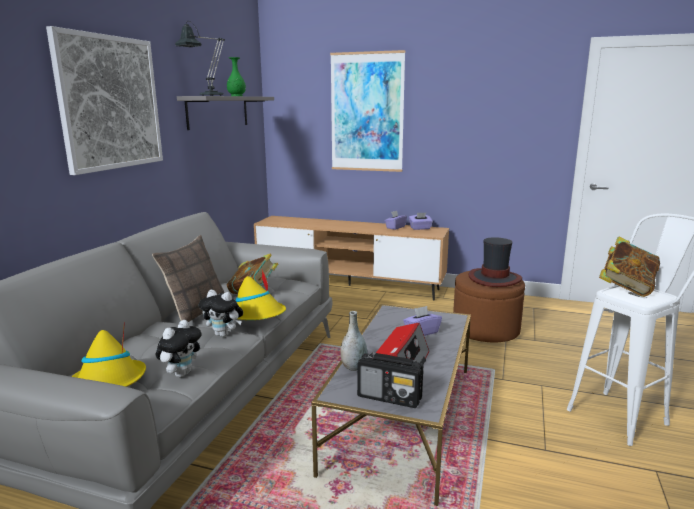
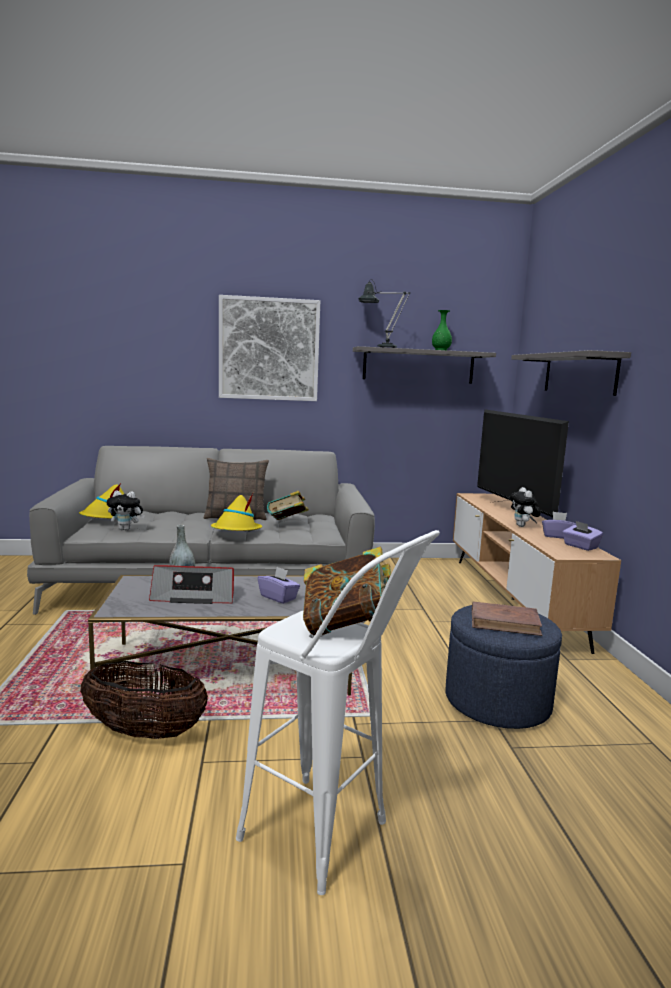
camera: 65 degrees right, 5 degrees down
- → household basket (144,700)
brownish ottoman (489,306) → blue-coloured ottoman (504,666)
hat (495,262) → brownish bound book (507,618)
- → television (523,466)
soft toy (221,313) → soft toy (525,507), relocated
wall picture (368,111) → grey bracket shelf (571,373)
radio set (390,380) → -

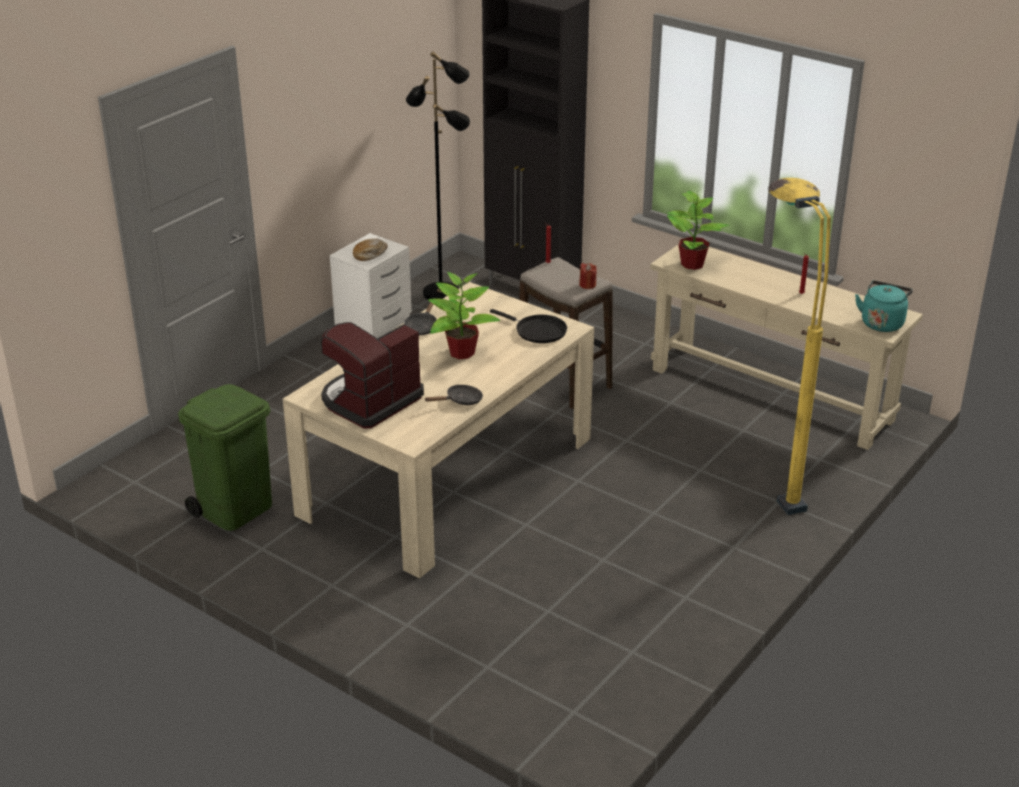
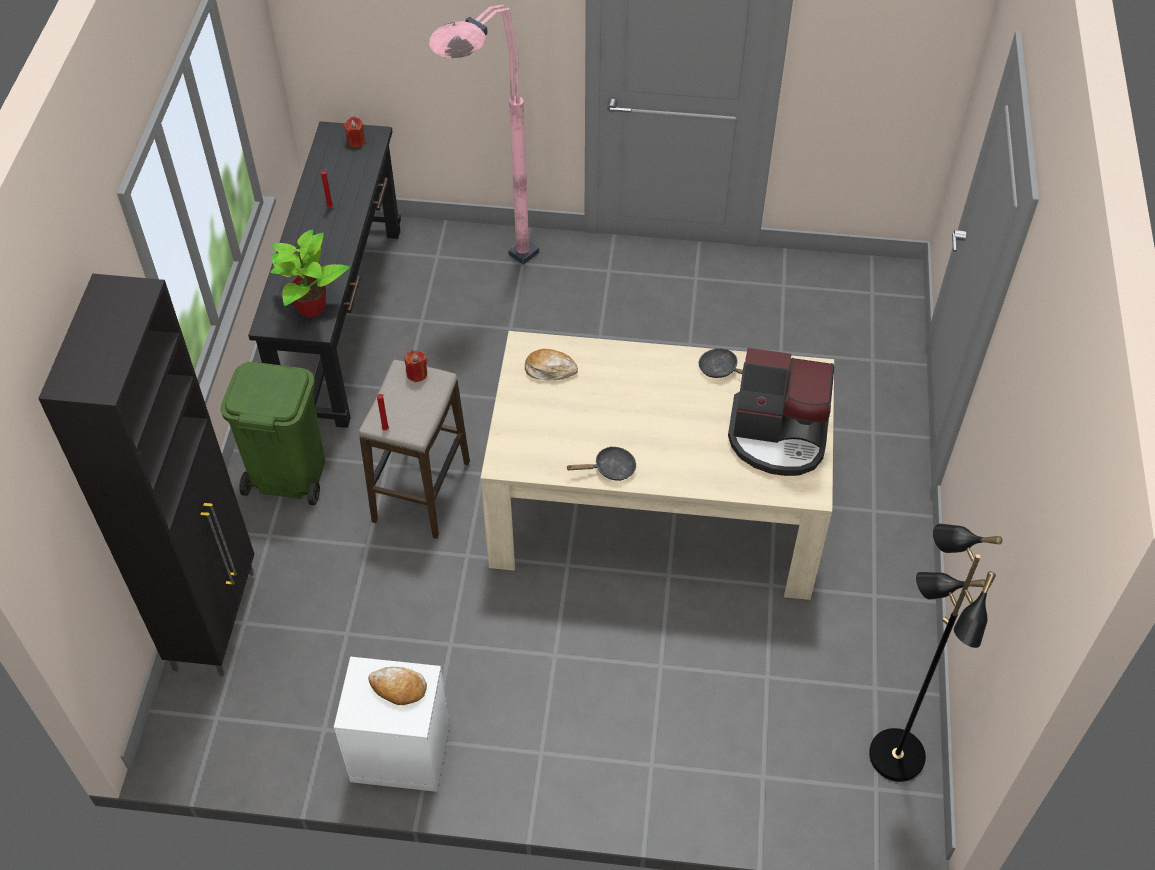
camera: 120 degrees left, 20 degrees up
greenish waste bin (225,457) → greenish waste bin (272,433), relocated
beige-coloured console table (786,347) → black-coloured console table (324,274)
turquoise-coloured kettle (884,306) → reddish wax light (354,131)
yellow-coloured standard lamp (799,346) → pink-coloured standard lamp (484,134)
black-coloured frying pan (528,326) → baked bread (551,364)
black-coloured standard lamp (438,176) → black-coloured standard lamp (935,653), relocated
potted plant (464,315) → -

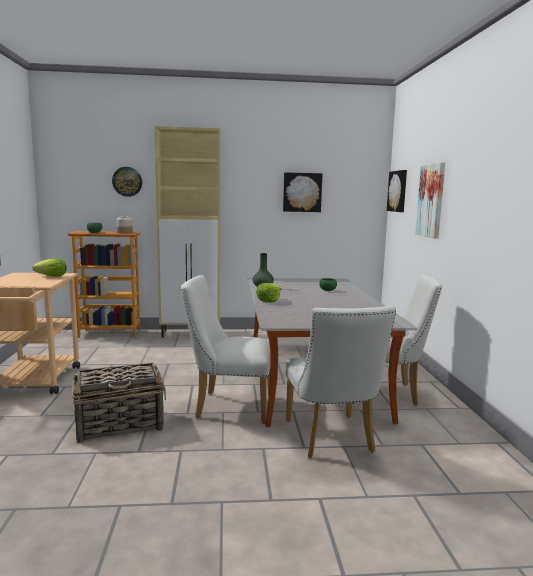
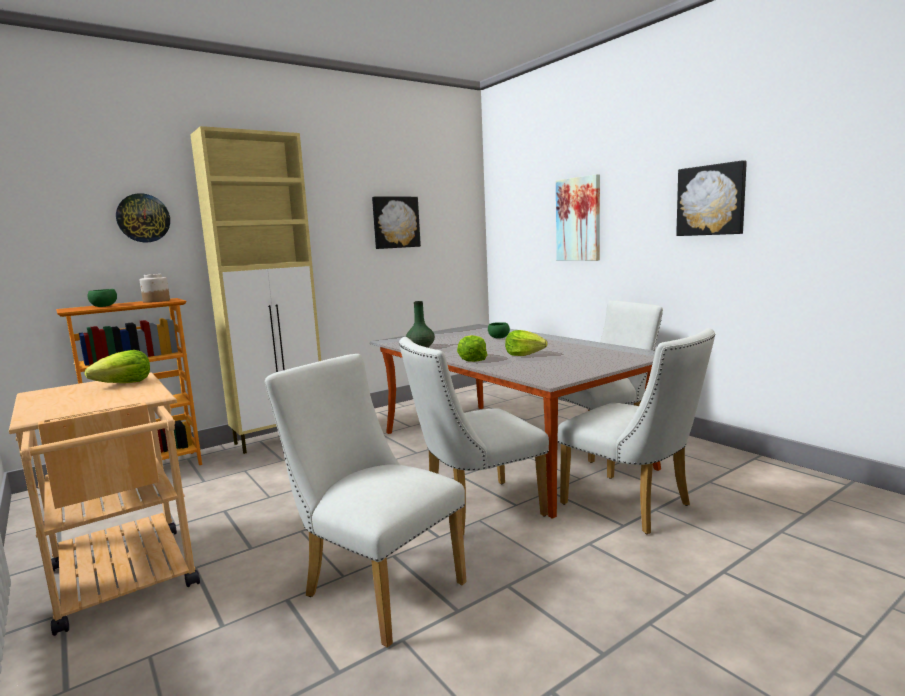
camera: 30 degrees left, 0 degrees up
household basket (119,403) → whitish chair (366,501)
- → lettuce (526,343)
wall picture (397,191) → wall picture (711,198), relocated

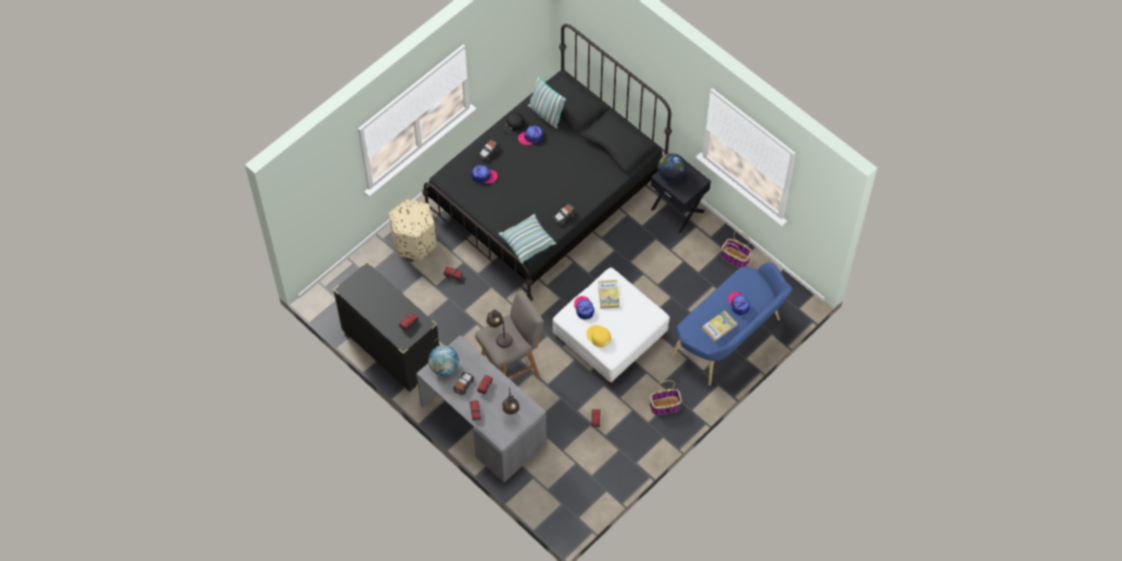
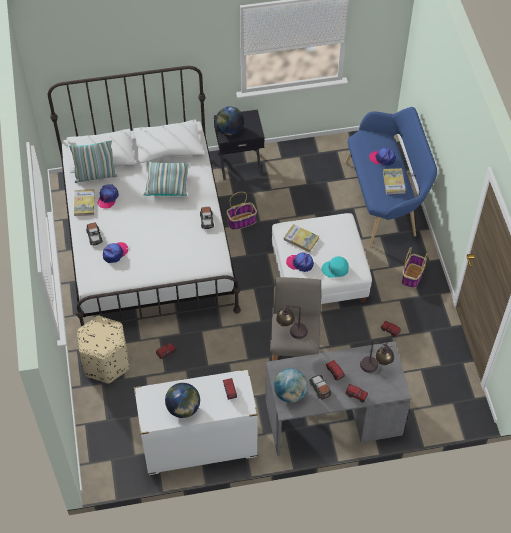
camera: 55 degrees left, 5 degrees down
black-coloured bed (547,162) → whitish bed (144,196)
black-coloured peaked cap (513,123) → bound book (84,202)
black-coloured dresser (386,327) → whitish dresser (196,422)
pillow (527,239) → pillow (167,178), relocated
- → world globe (182,400)
household basket (736,249) → household basket (242,211), relocated
yellow-coloured peaked cap (598,336) → turquoise-coloured peaked cap (335,267)

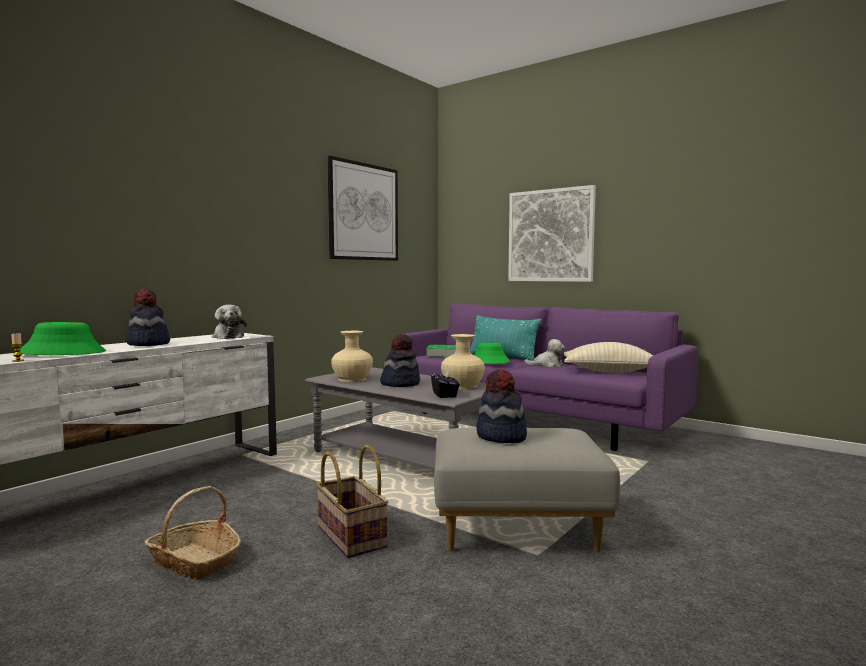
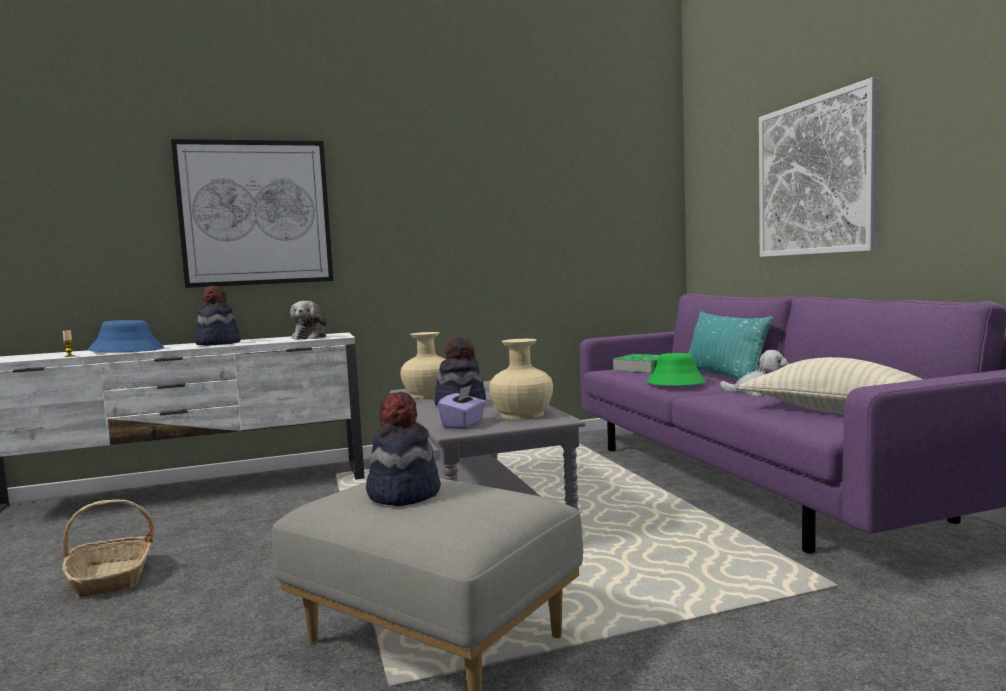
camera: 35 degrees right, 0 degrees up
greenish hat (63,338) → blue-coloured hat (125,336)
wall picture (362,208) → wall picture (252,213), relocated
black-coloured tissue box (445,382) → purple tissue box (461,407)
household basket (352,501) → -

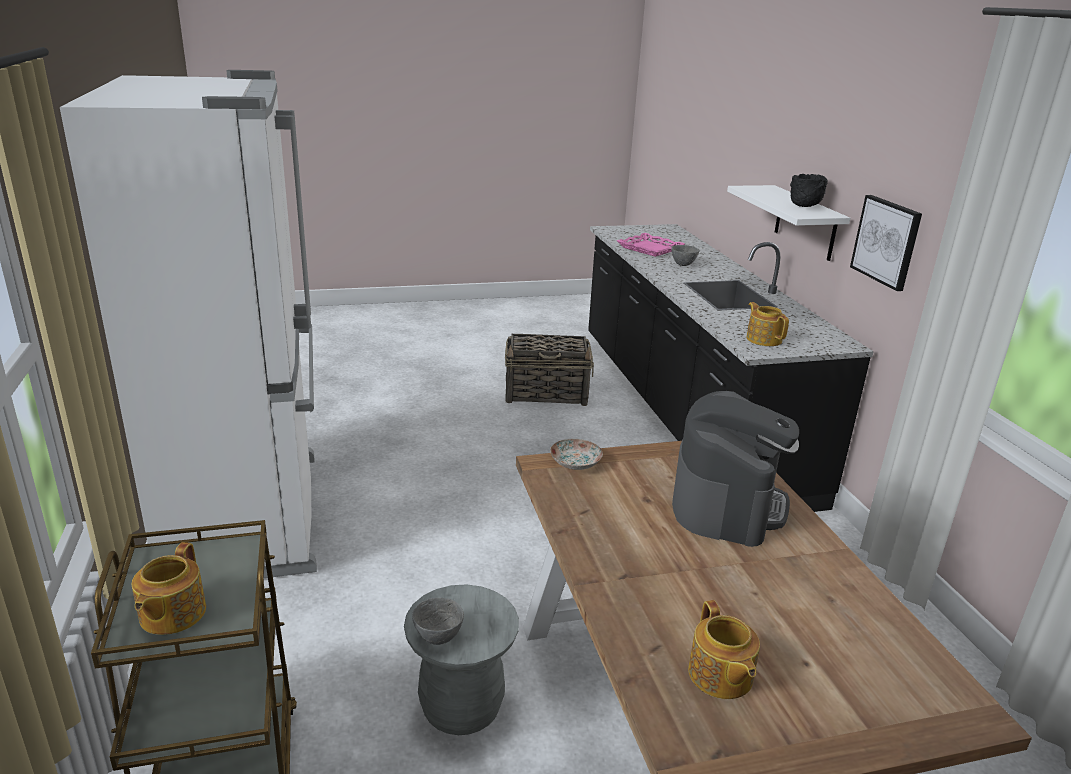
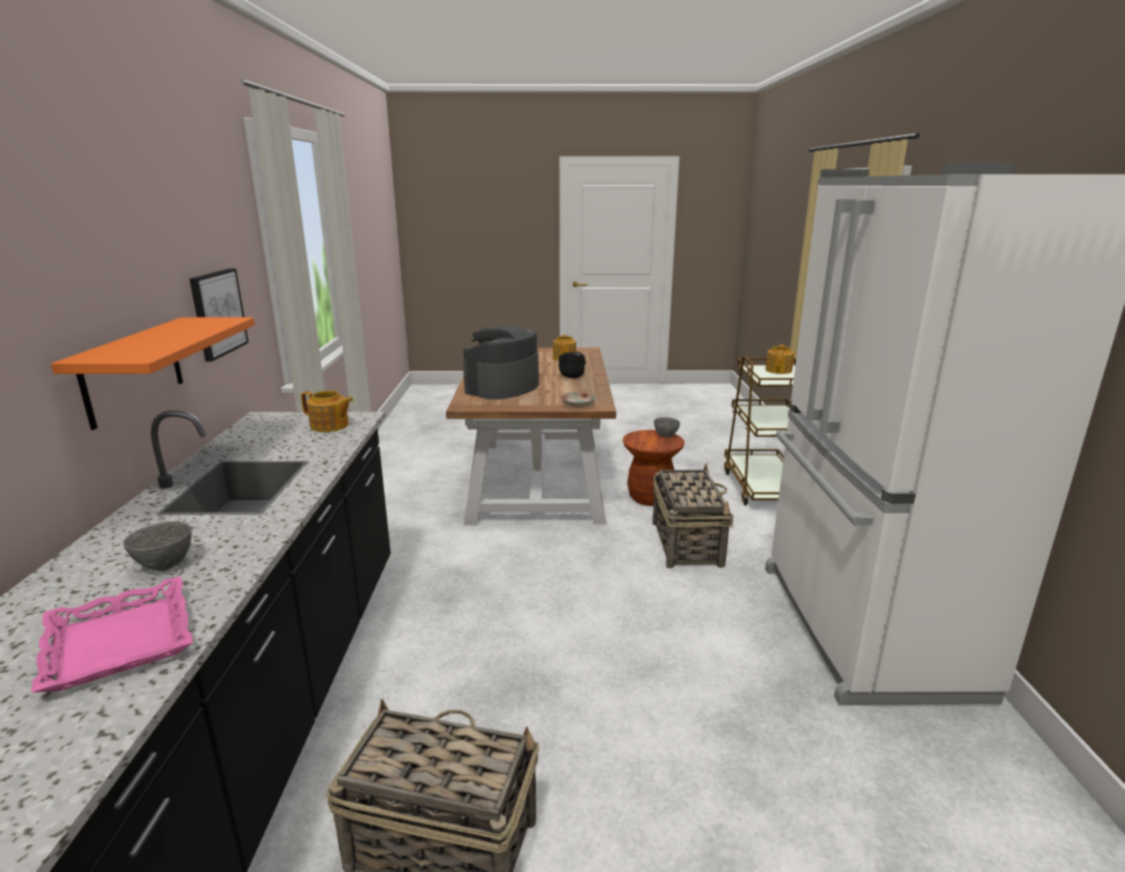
camera: 165 degrees left, 5 degrees down
whitish bracket shelf (788,223) → orange bracket shelf (153,373)
pot for tea (768,324) → pot for tea (327,411), 60 degrees counterclockwise
black-coloured bowl (809,190) → black-coloured bowl (572,365), relocated
grey sitting stool (461,659) → brownish sitting stool (654,468)
- → household basket (693,515)

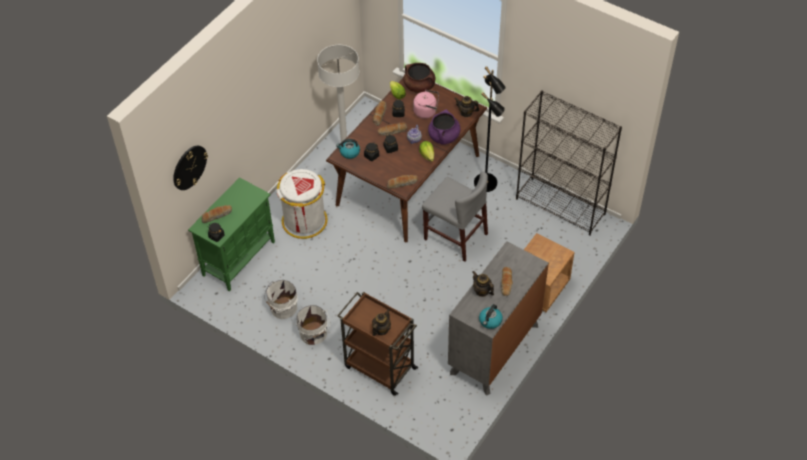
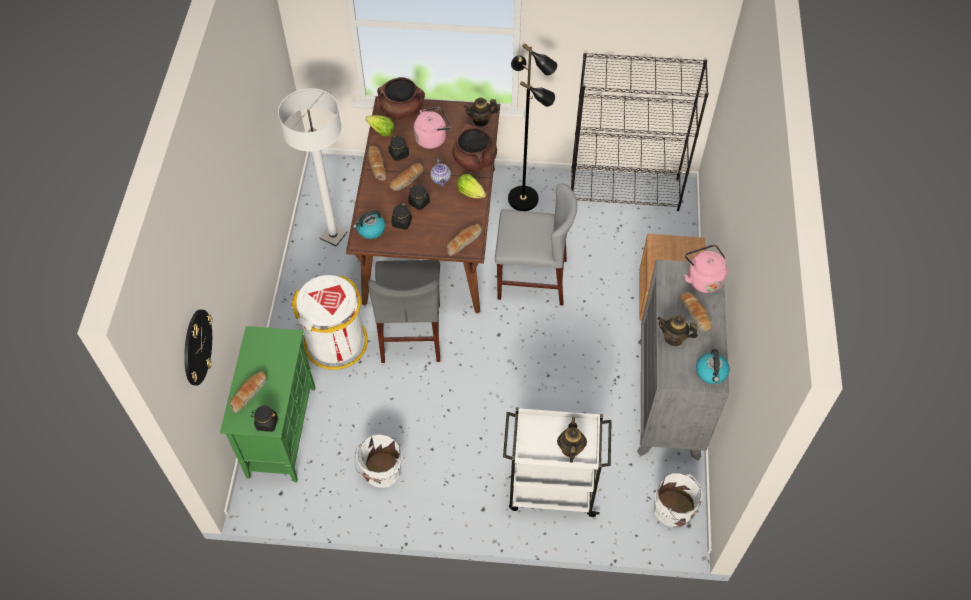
camera: 30 degrees left, 5 degrees up
- → grey chair (404,311)
purple stockpot (444,127) → brownish stockpot (474,148)
brownish trolley (378,343) → whitish trolley (557,462)
whitish water bucket (313,325) → whitish water bucket (678,500), relocated
- → pink-coloured kettle (705,268)

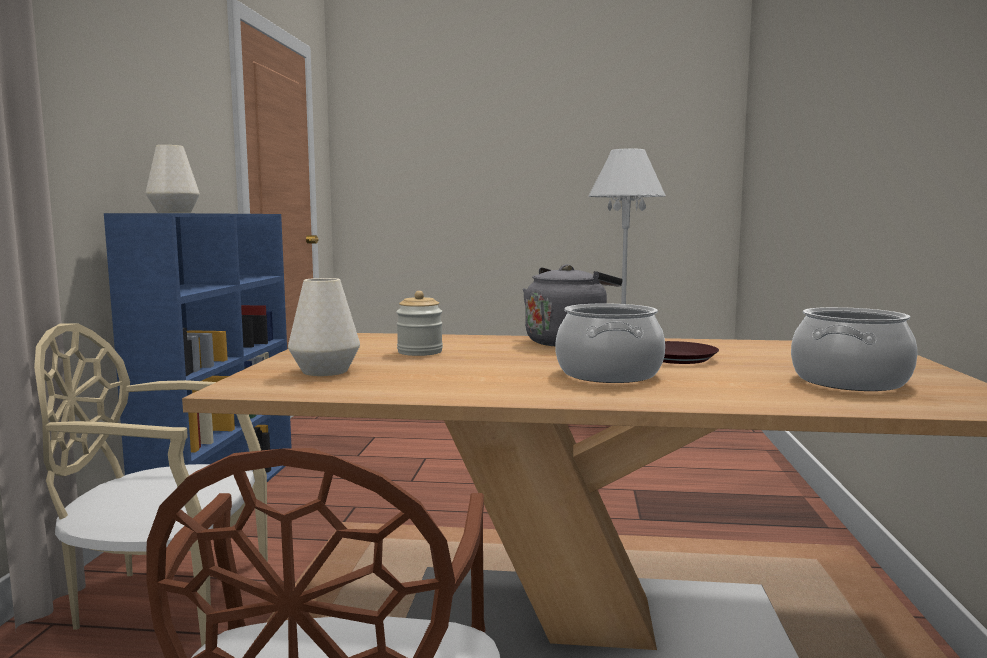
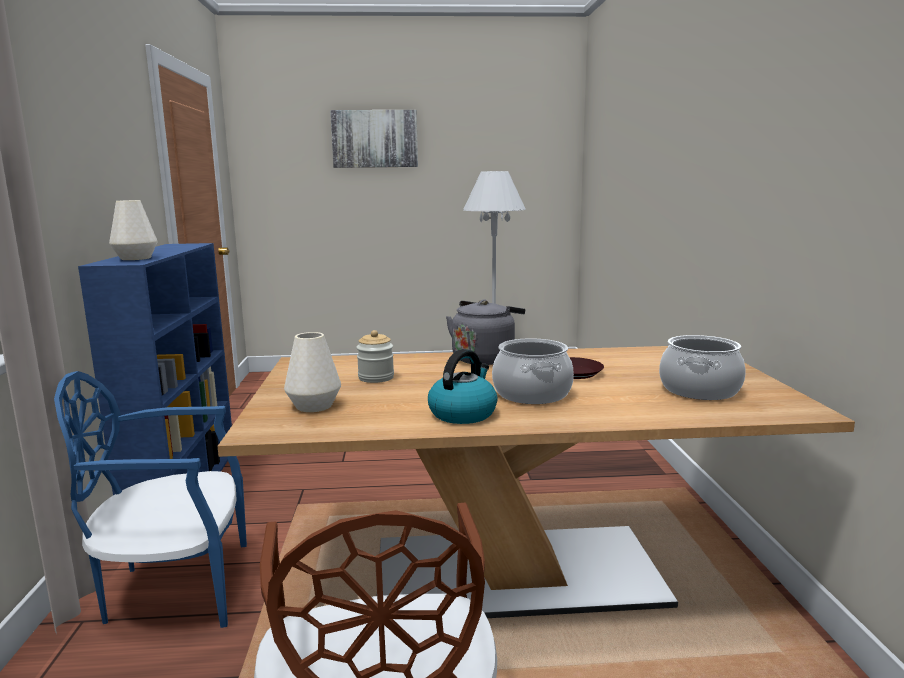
camera: 10 degrees left, 5 degrees up
beige-coloured chair (151,485) → blue-coloured chair (150,499)
- → wall picture (374,139)
- → kettle (463,386)

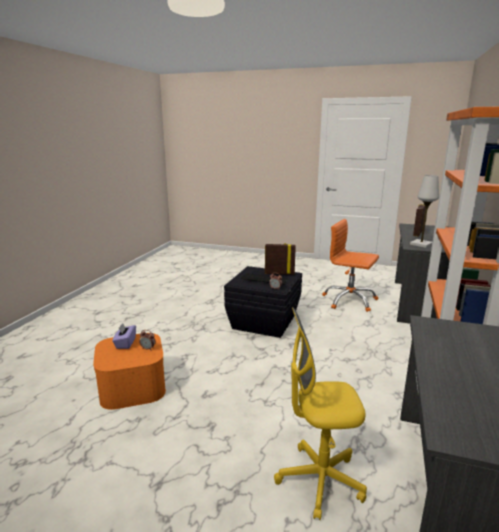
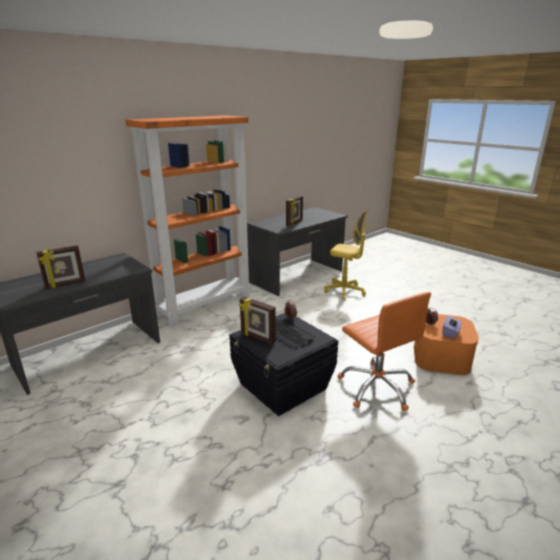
camera: 150 degrees left, 5 degrees up
- → picture frame (294,211)
orange office chair (350,265) → orange office chair (384,351), relocated
whitish table lamp (424,211) → -

